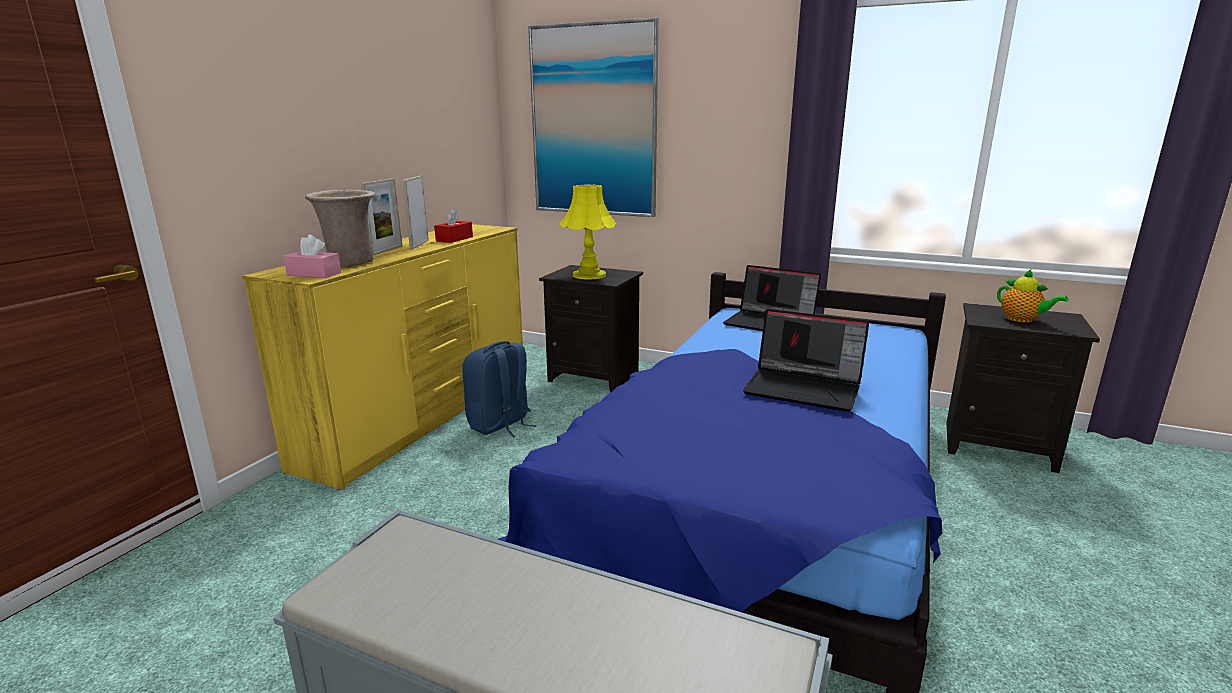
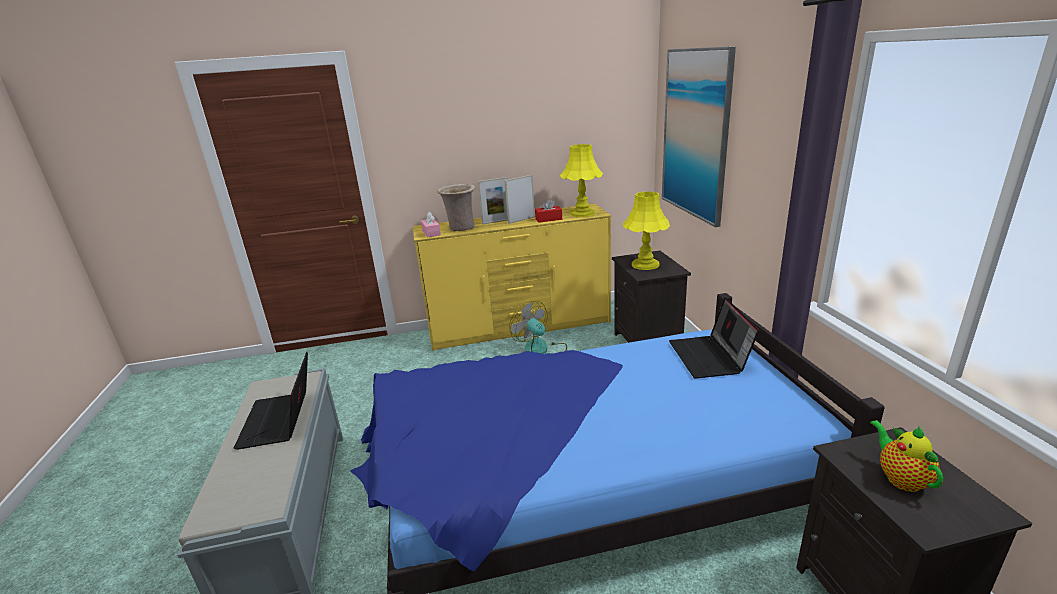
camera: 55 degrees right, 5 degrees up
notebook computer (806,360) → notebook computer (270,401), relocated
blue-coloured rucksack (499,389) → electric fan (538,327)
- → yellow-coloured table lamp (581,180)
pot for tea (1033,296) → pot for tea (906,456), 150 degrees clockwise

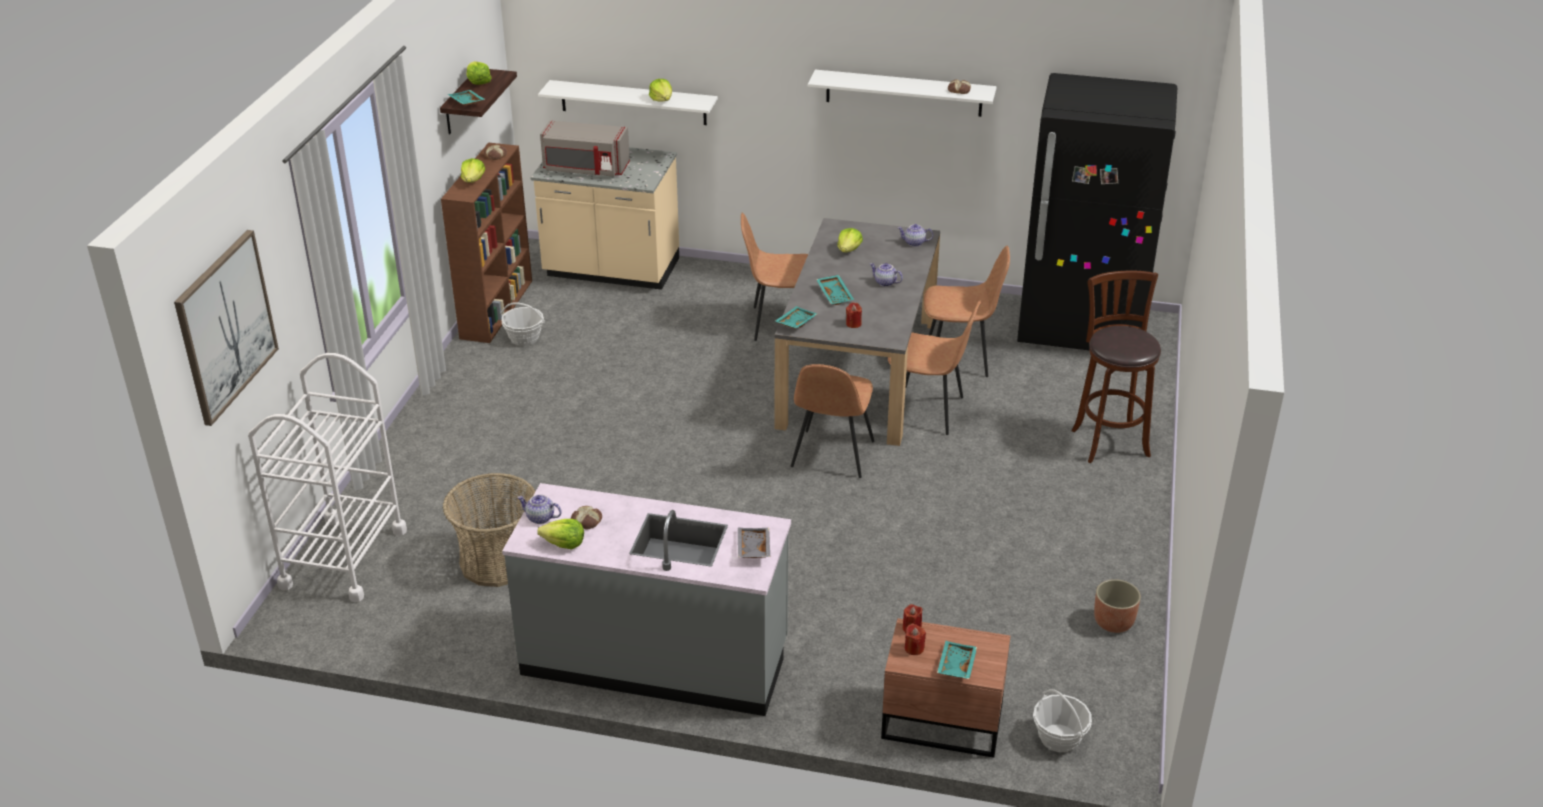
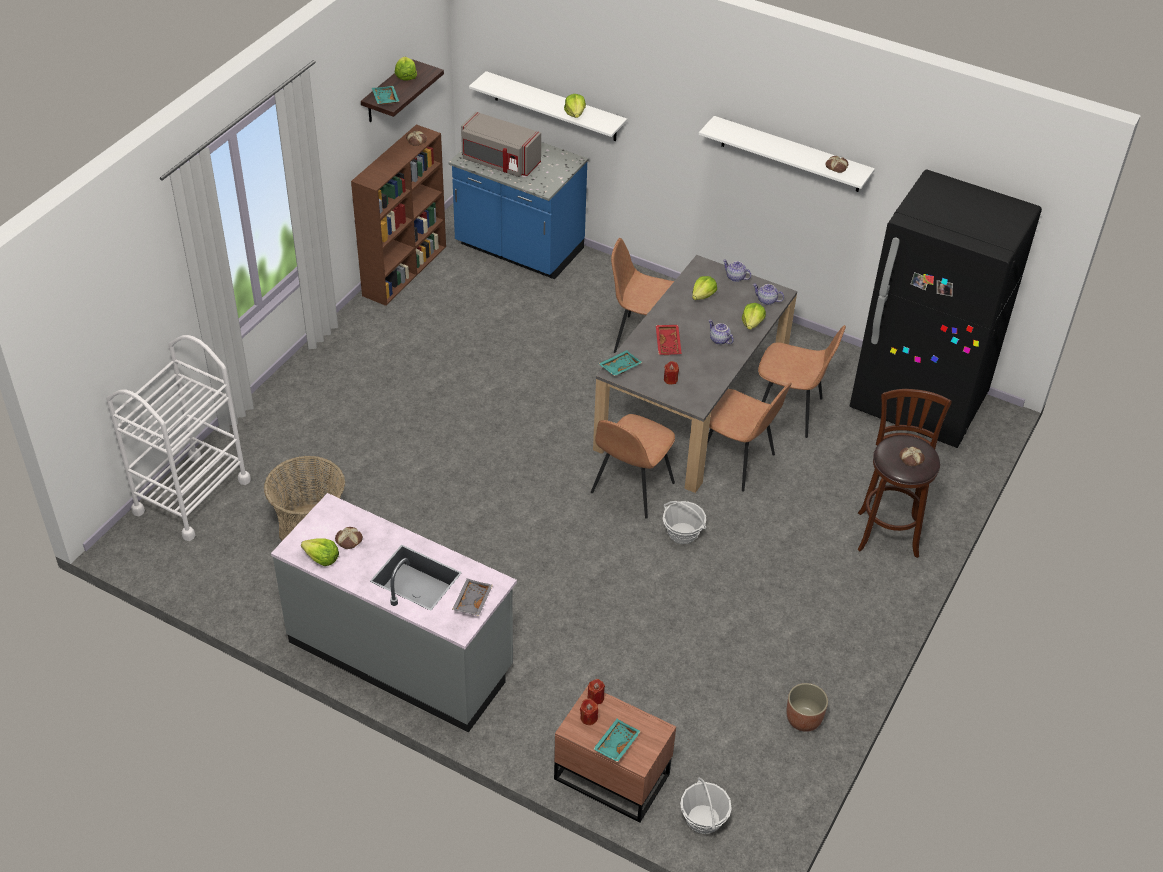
camera: 15 degrees right, 10 degrees up
beige-coloured kitchen base unit (604,218) → blue-coloured kitchen base unit (518,210)
turquoise-coloured tray (835,290) → reddish tray (669,340)
household basket (522,324) → household basket (684,522), relocated
pot for tea (539,509) → pot for tea (737,271), relocated
lettuce (473,170) → lettuce (754,316), relocated
- → baked bread (912,456)
wall picture (226,328) → -

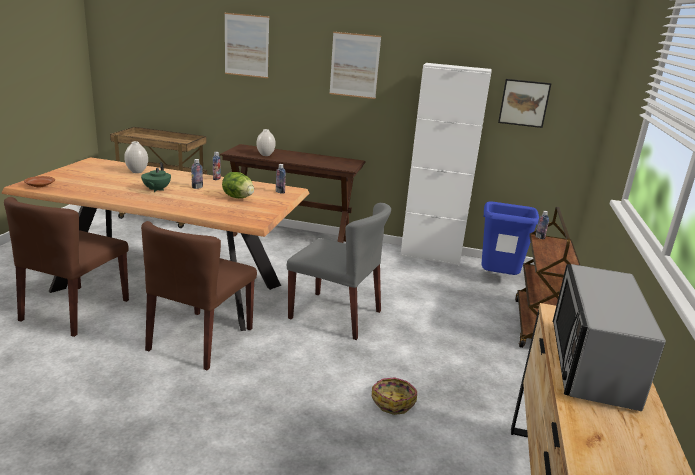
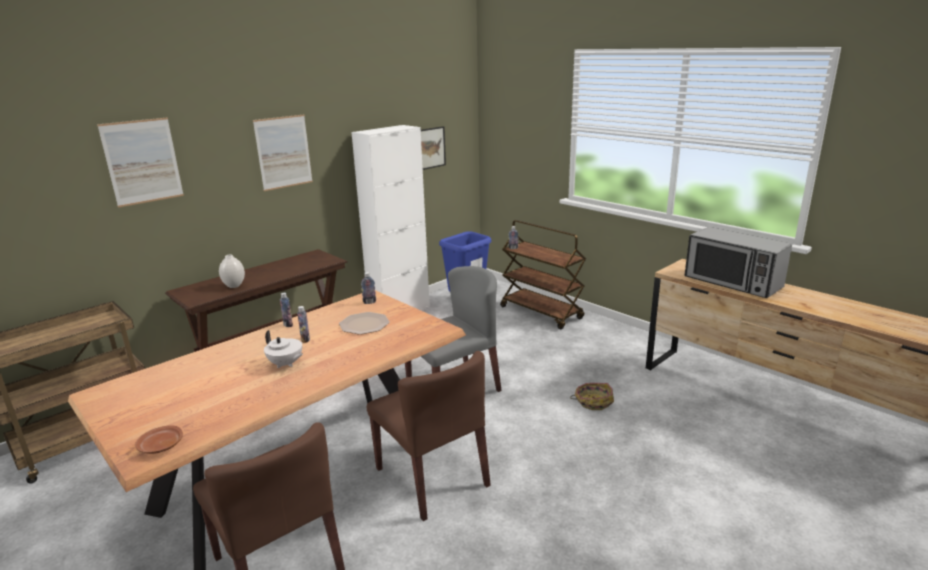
camera: 55 degrees left, 0 degrees up
greenish pot for tea (156,177) → whitish pot for tea (283,349)
lettuce (238,185) → plate (364,323)
whitish flower vase (136,157) → -

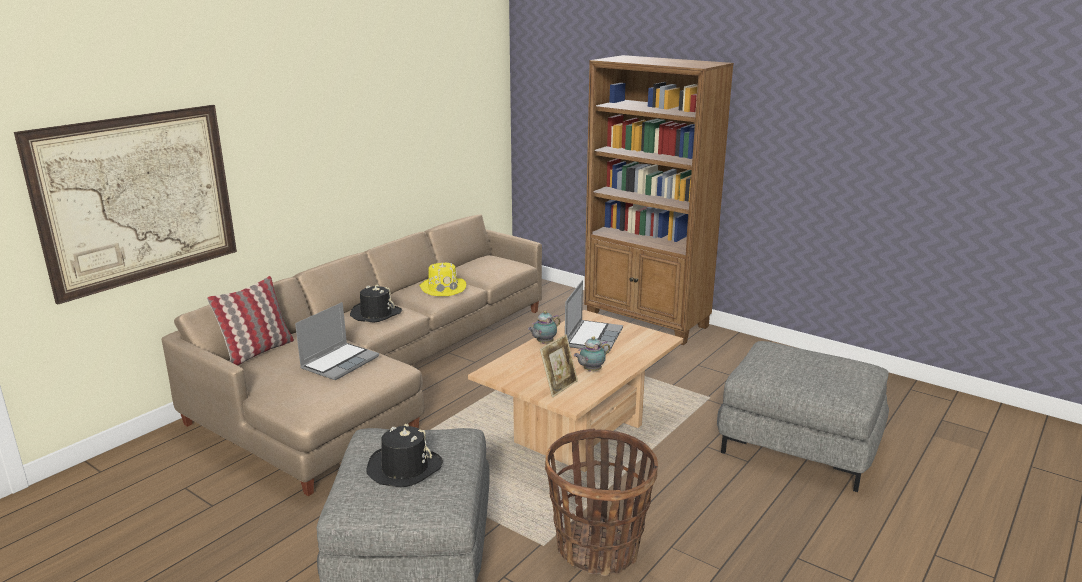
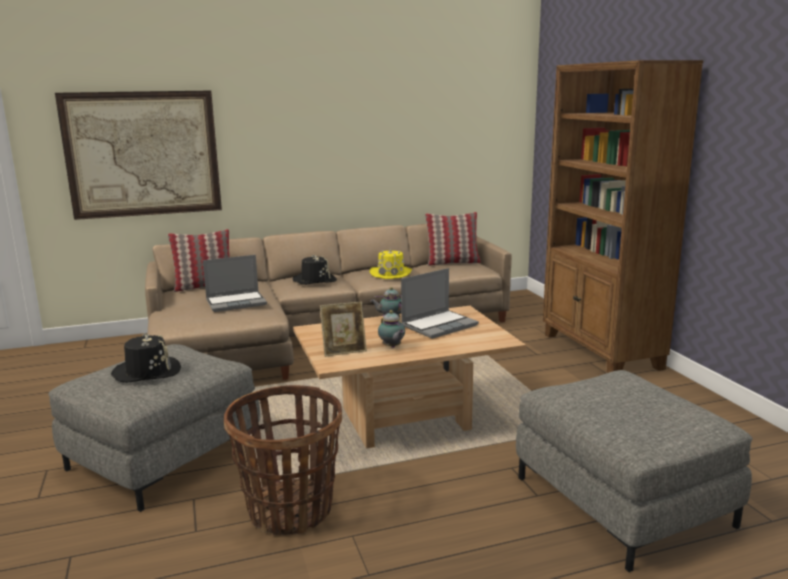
camera: 35 degrees right, 5 degrees down
pot for tea (592,353) → pot for tea (391,329), 120 degrees counterclockwise
- → pillow (453,239)

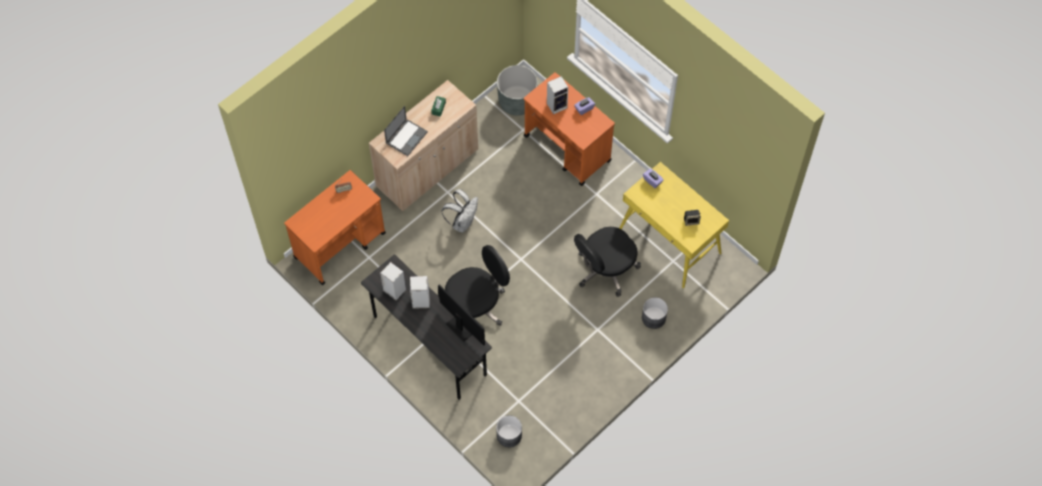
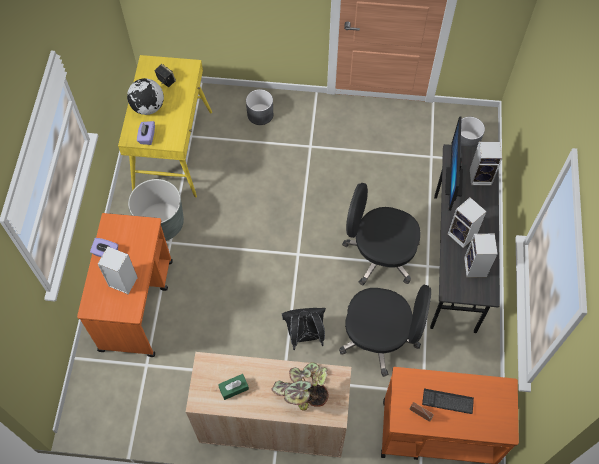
camera: 130 degrees left, 0 degrees up
- → world globe (145,96)
grey flower pot (517,90) → grey flower pot (156,210), relocated
notebook computer (406,131) → potted plant (300,386)
whitish rucksack (459,211) → black-coloured rucksack (304,329)
black-coloured office chair (607,262) → black-coloured office chair (385,331), relocated
- → keyboard (448,401)
- → audio speaker (486,164)

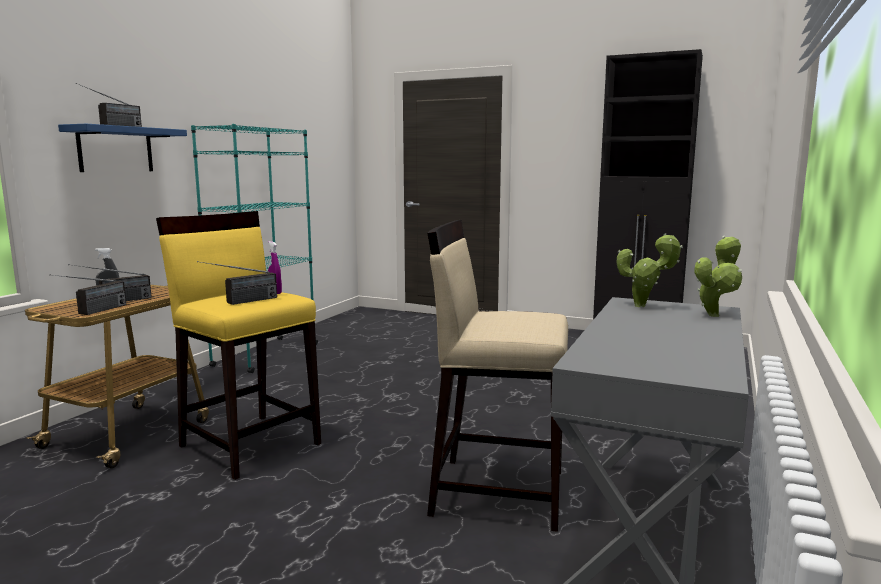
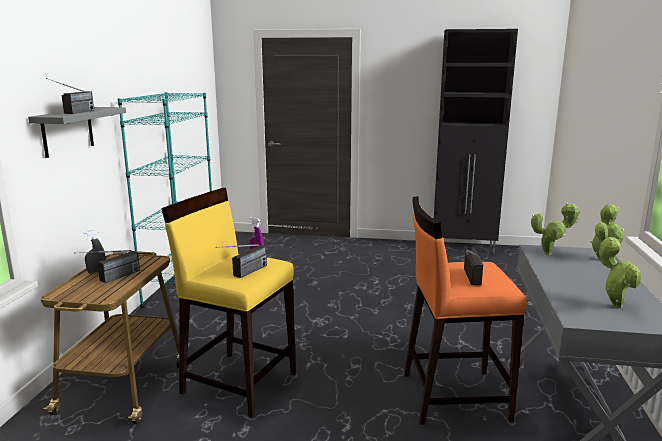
camera: 15 degrees left, 5 degrees up
blue-coloured bracket shelf (122,148) → grey bracket shelf (77,132)
beige-coloured sitting stool (497,376) → orange sitting stool (465,310)
radio set (87,294) → radio set (473,267), relocated
- → potted plant (620,272)

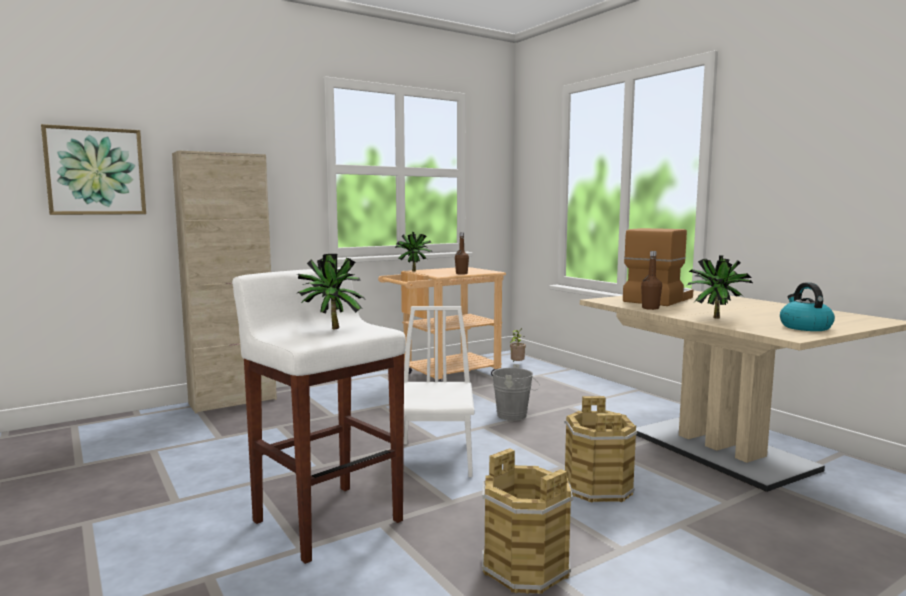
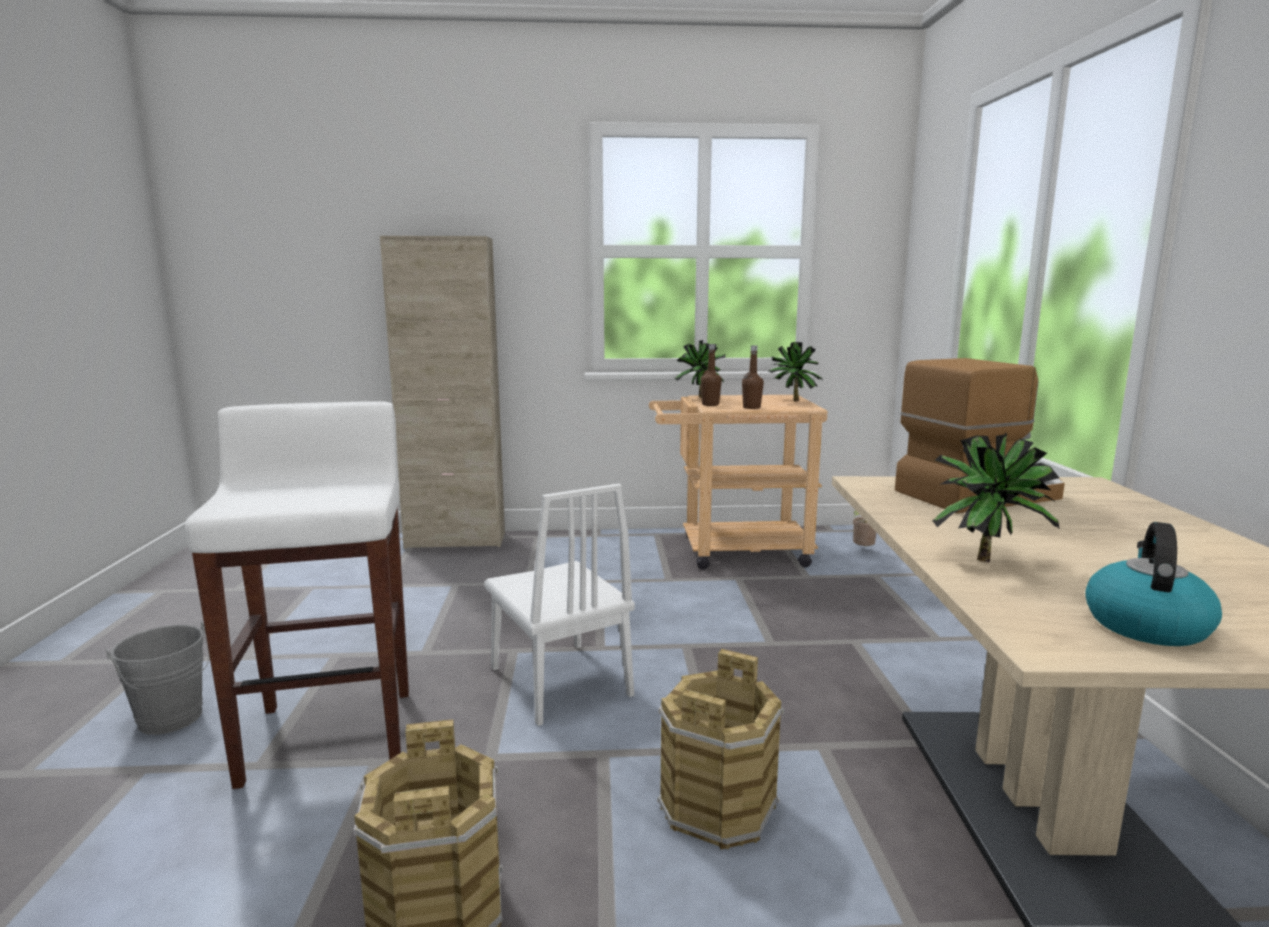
camera: 30 degrees right, 5 degrees up
grey water bucket (516,392) → grey water bucket (157,678), relocated
whitish chair (439,391) → whitish chair (559,605), 120 degrees clockwise
brownish drink bottle (651,280) → brownish drink bottle (711,375), relocated
potted plant (331,291) → potted plant (795,371), relocated
wall picture (93,169) → -

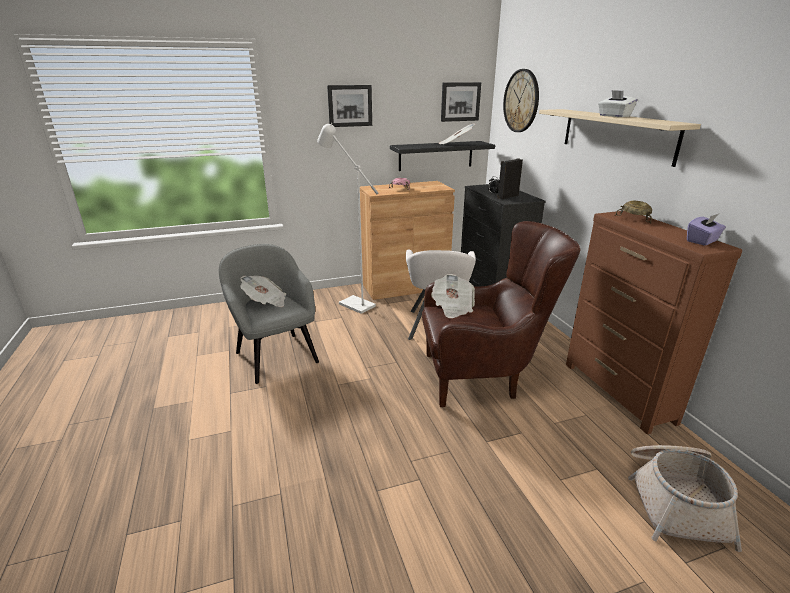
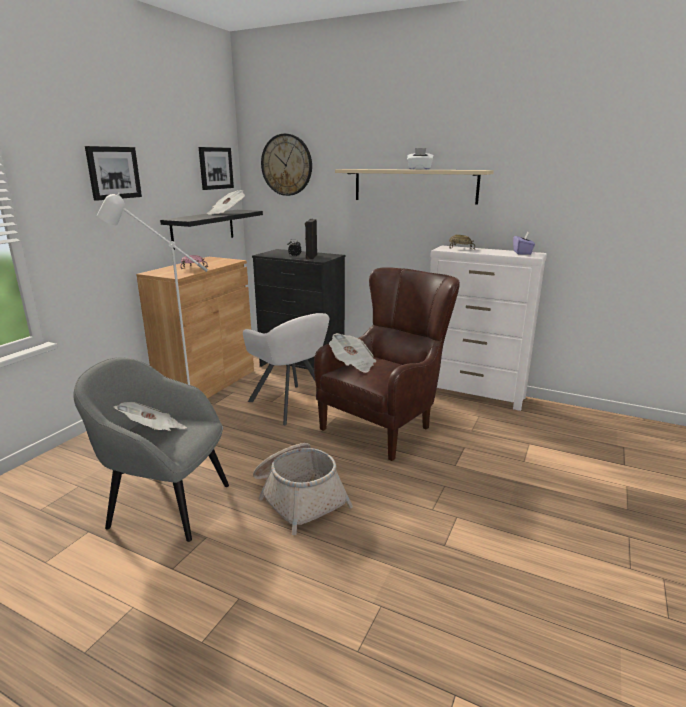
camera: 45 degrees left, 5 degrees down
household basket (685,498) → household basket (303,489), relocated
brownish dresser (654,322) → whitish dresser (488,328)

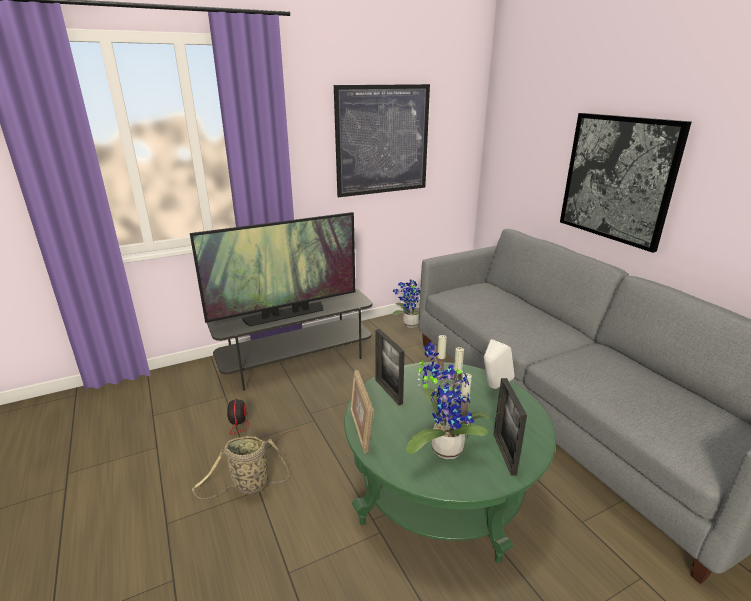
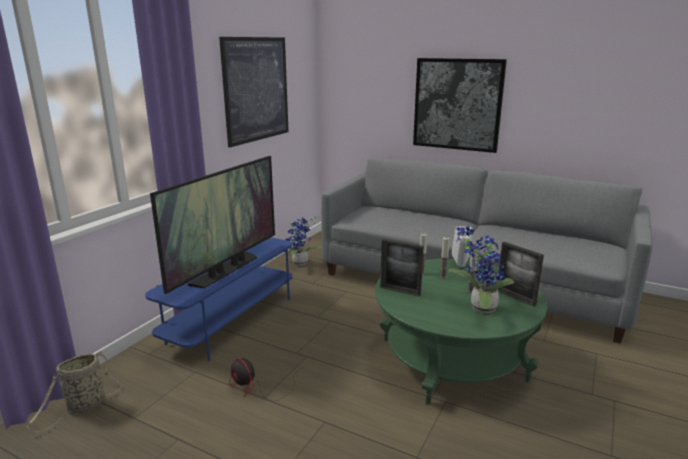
camera: 35 degrees left, 5 degrees down
household basket (240,467) → household basket (74,391), relocated
grey tv stand (289,340) → blue-coloured tv stand (219,299)
picture frame (362,412) → -

